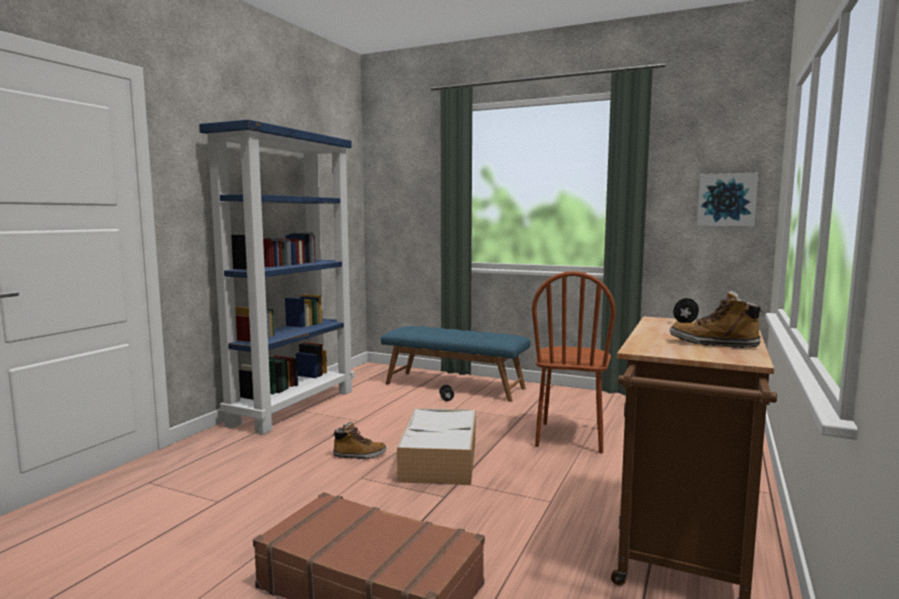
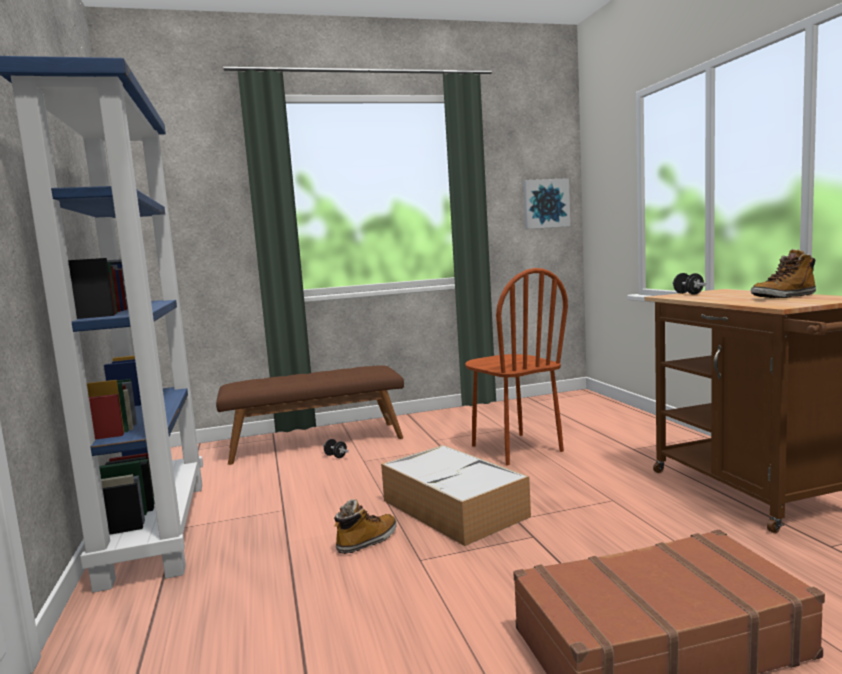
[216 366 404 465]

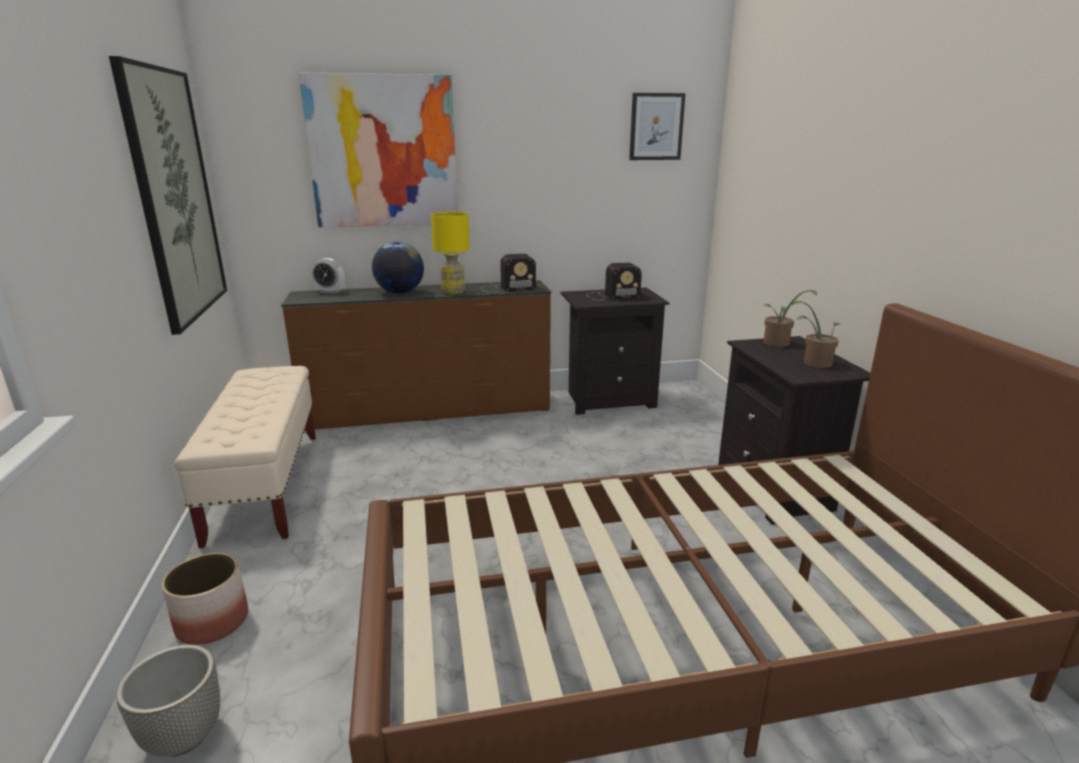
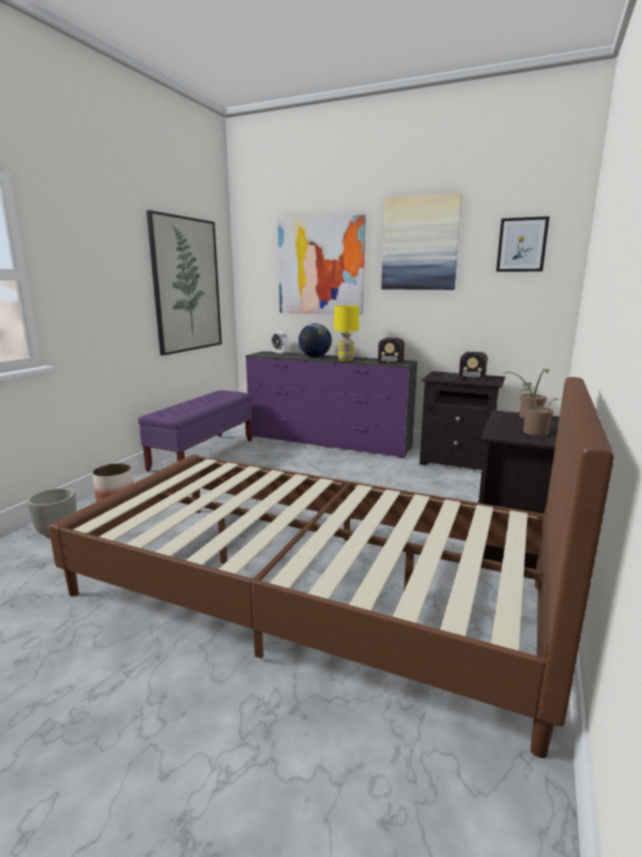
[381 193 462 290]
[138 390 252 471]
[245 351 418 458]

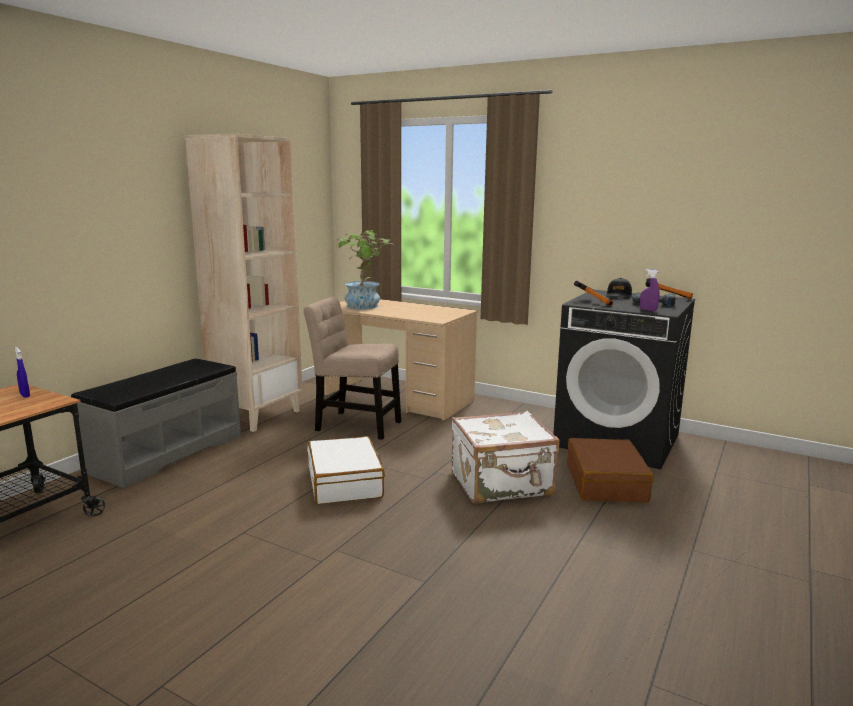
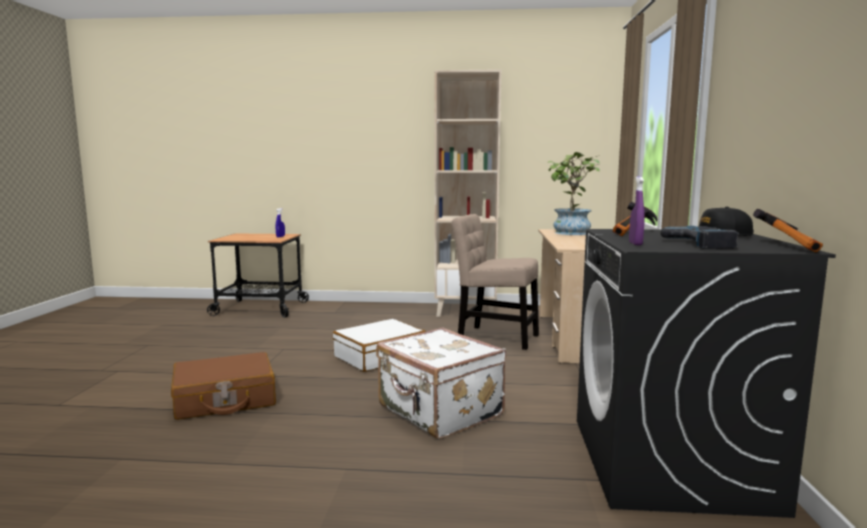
[71 358 241 488] (first image)
[171 352 276 420]
[451 214 539 350]

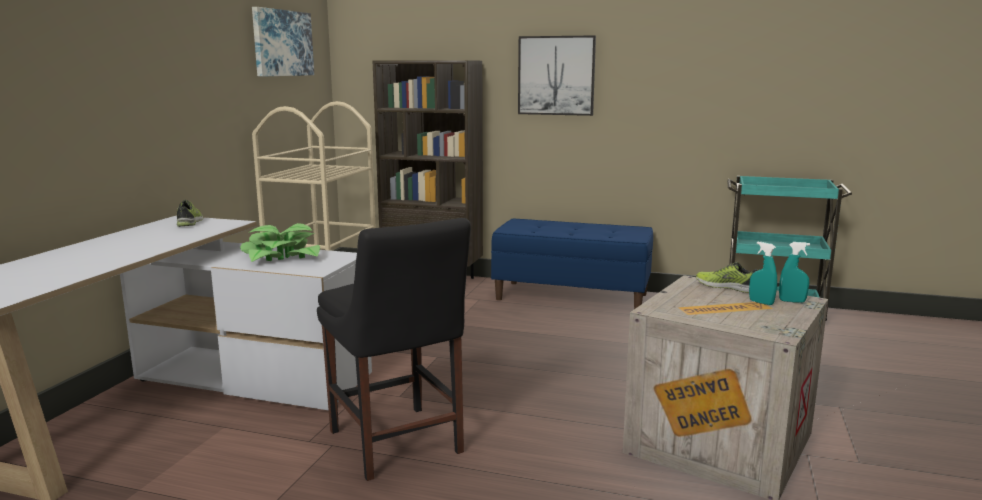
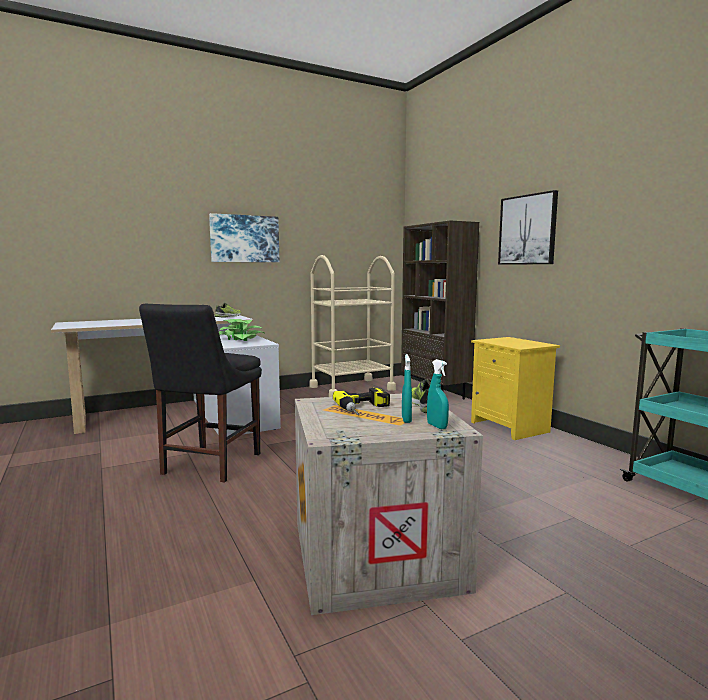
[333 388 390 416]
[209 213 279 262]
[471 337 560 440]

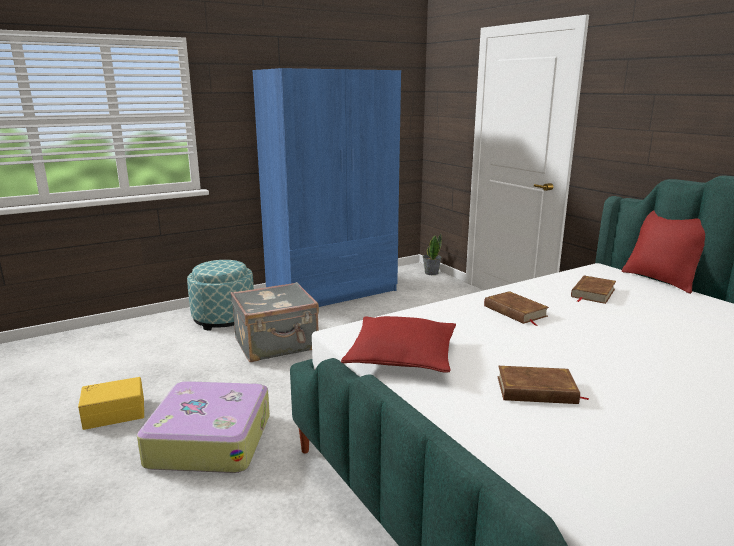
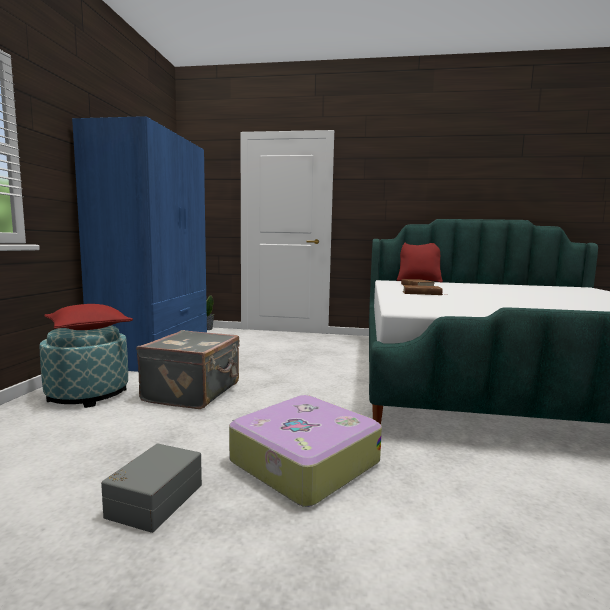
[497 366 589 404] (first image)
[44 304 133 330]
[101 444 202 533]

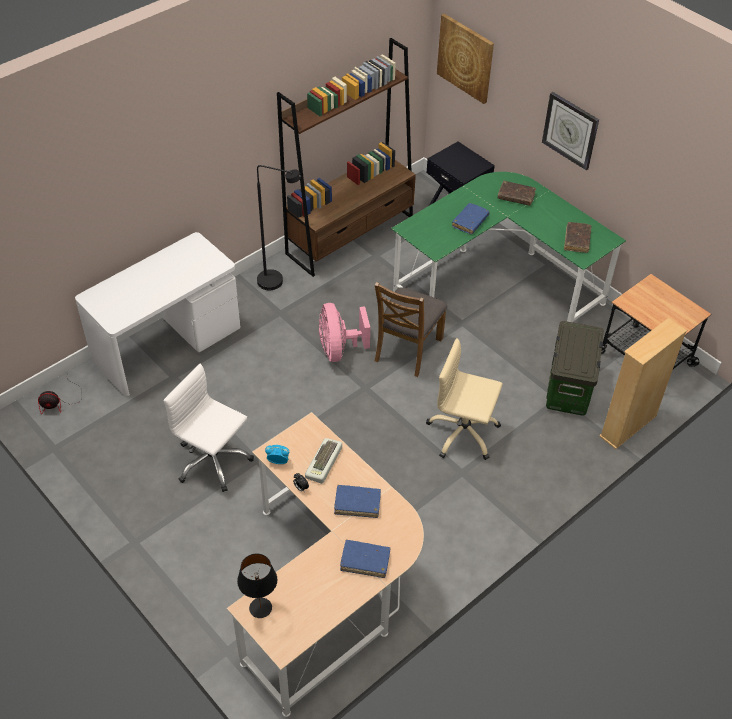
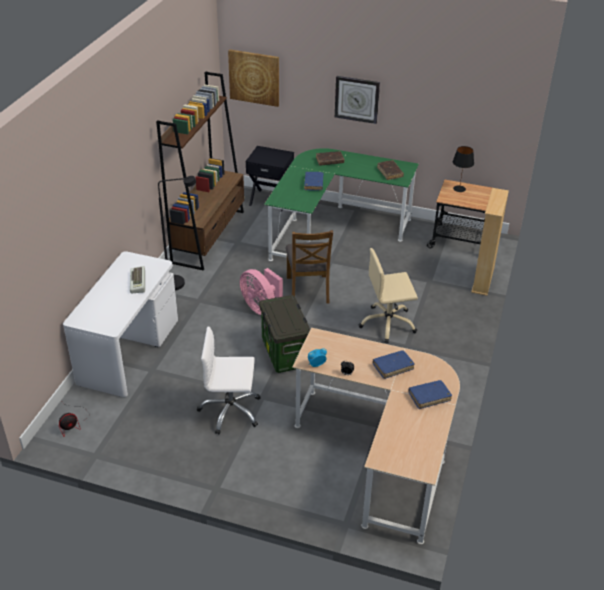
[453 146 474 192]
[130 266 145 293]
[259 295 310 373]

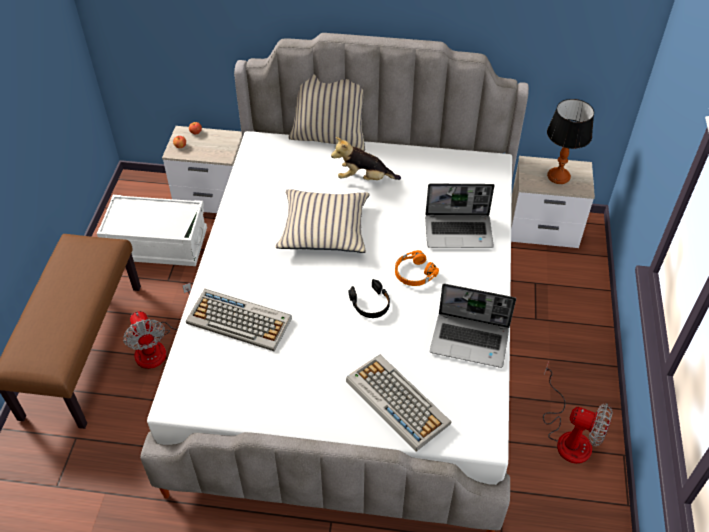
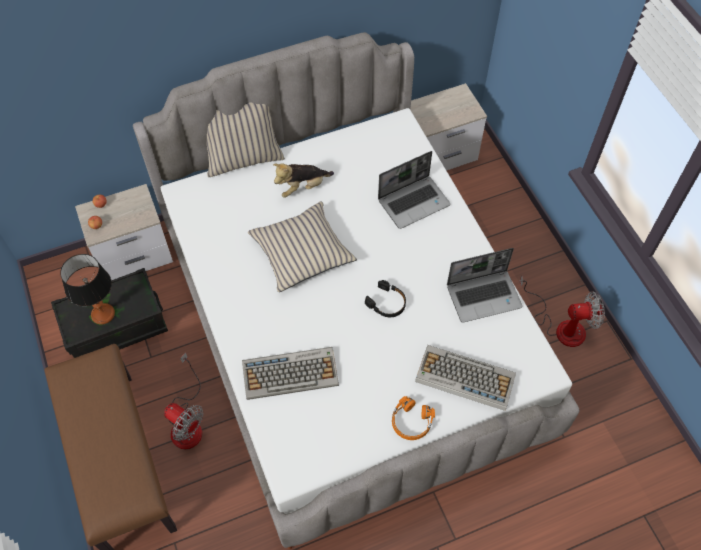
[392 396 435 440]
[60 254 115 325]
[51 268 168 358]

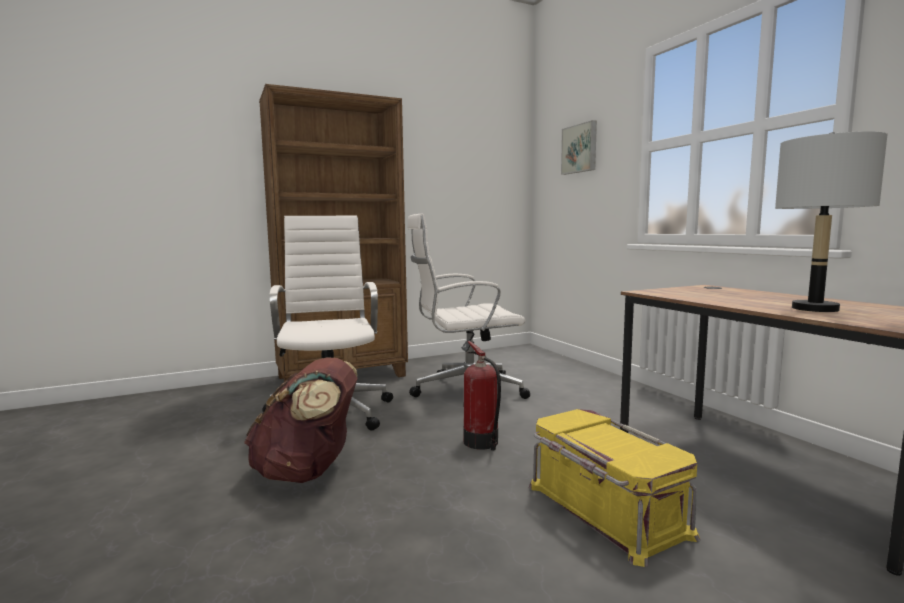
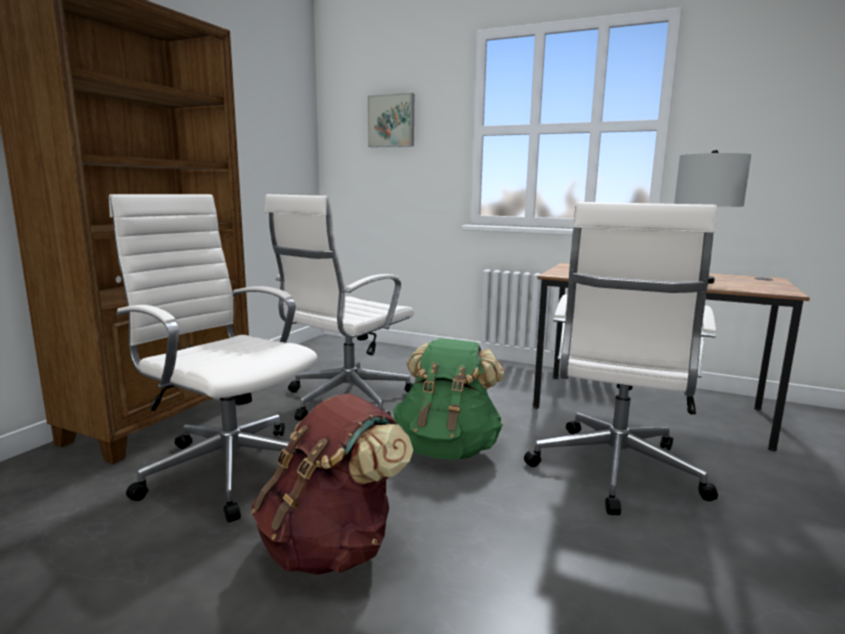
[393 338 504 460]
[524 202 718 515]

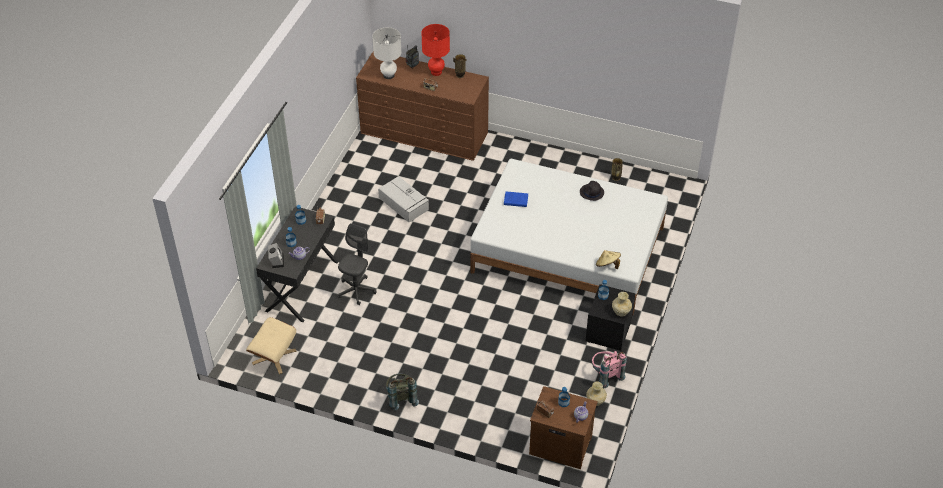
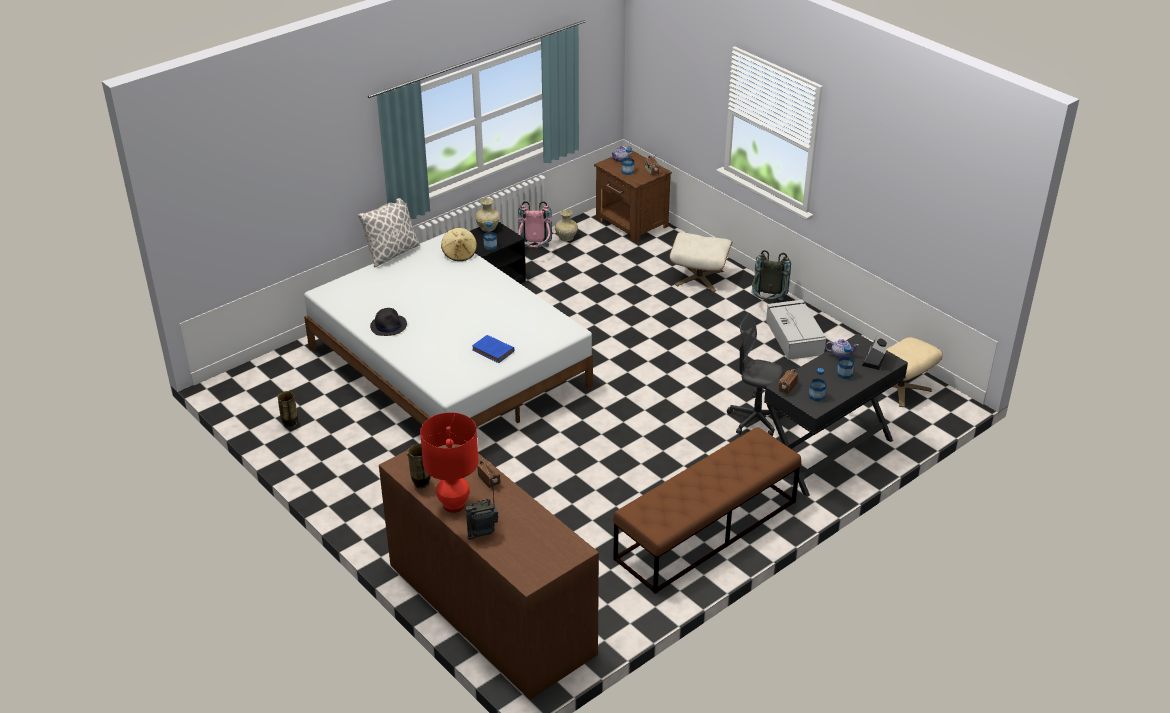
[372 27 402 79] (first image)
[358 198 420 267]
[613 427 801 594]
[669 232 732 292]
[766 299 826 360]
[727 313 784 436]

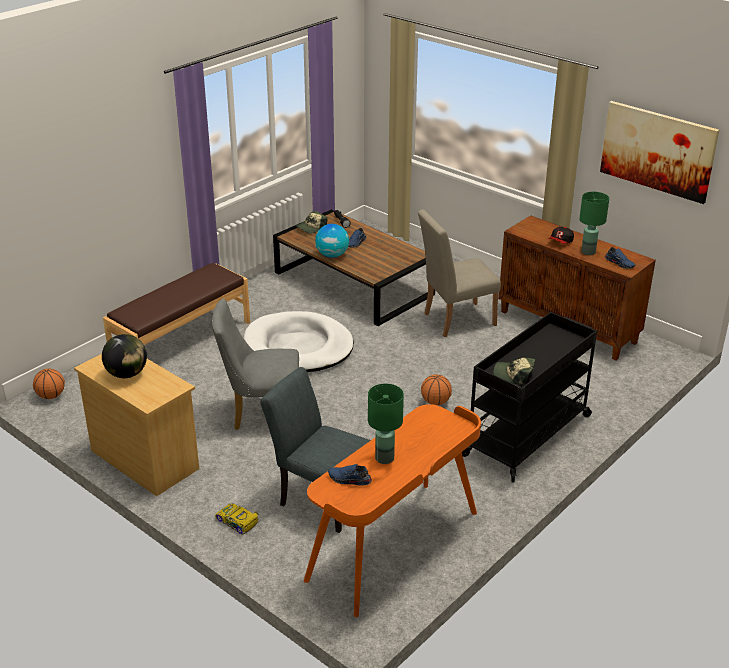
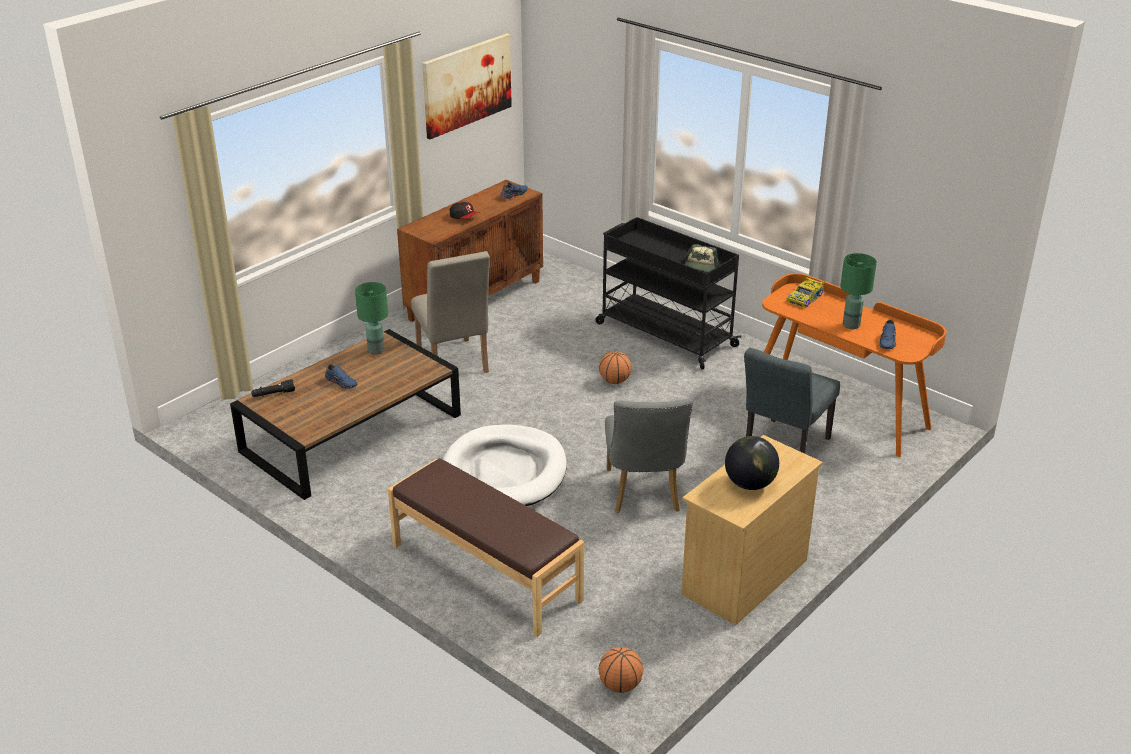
[296 211 327 234] (first image)
[315 224 349 258] (first image)
[787 276 825 308]
[355 282 388 355]

